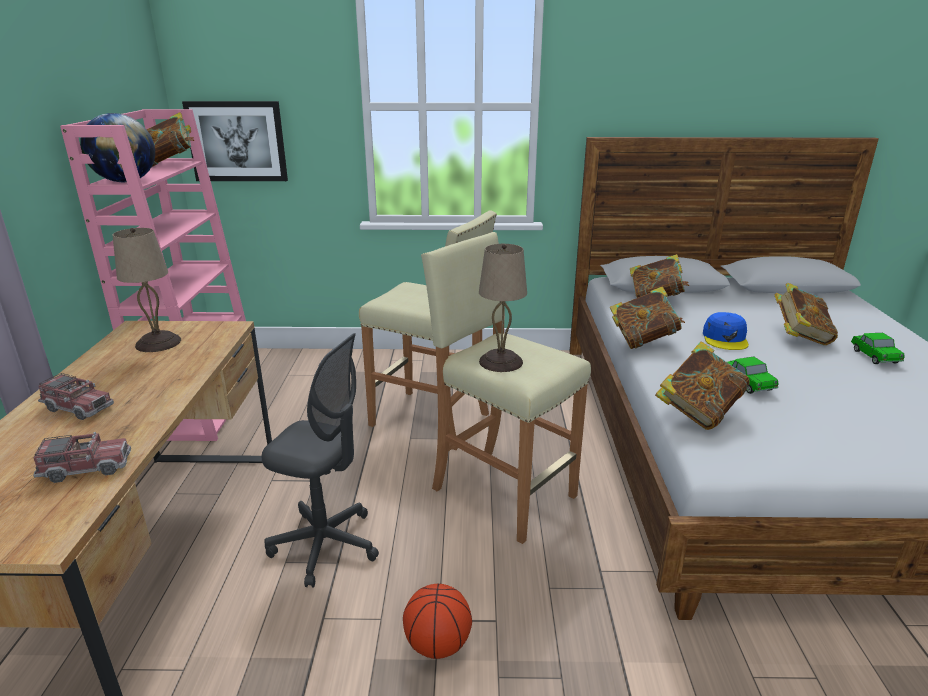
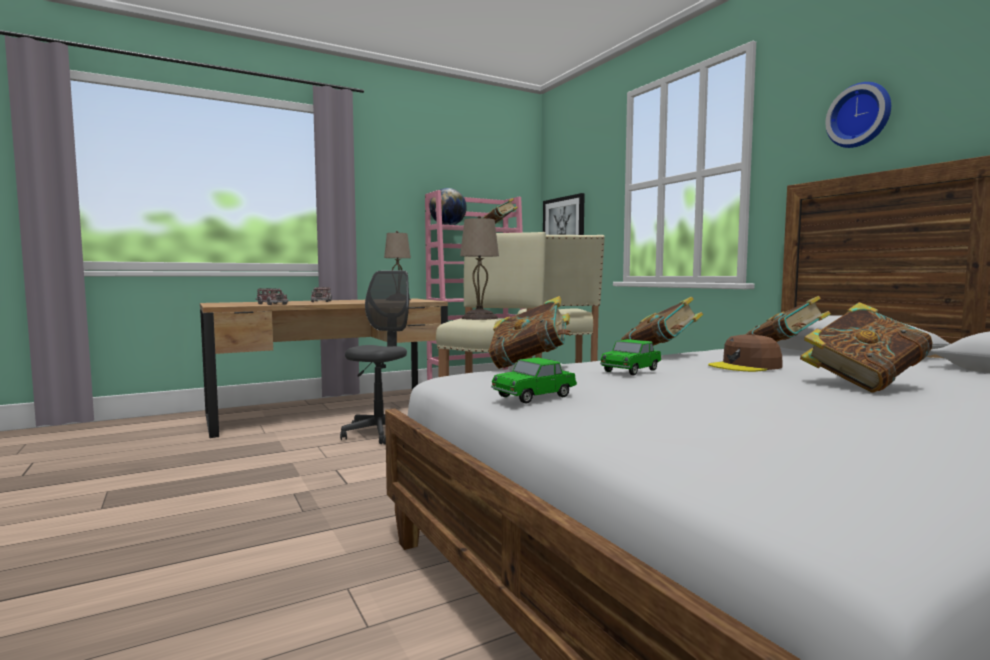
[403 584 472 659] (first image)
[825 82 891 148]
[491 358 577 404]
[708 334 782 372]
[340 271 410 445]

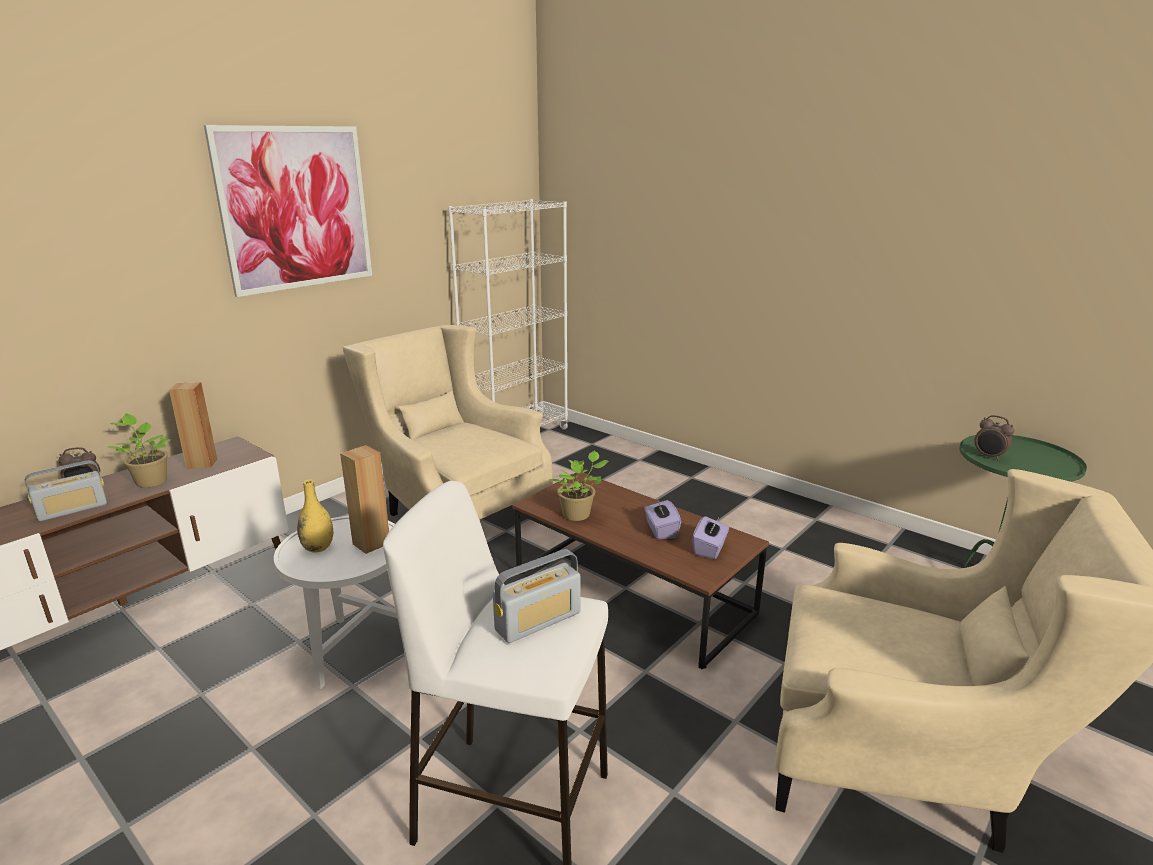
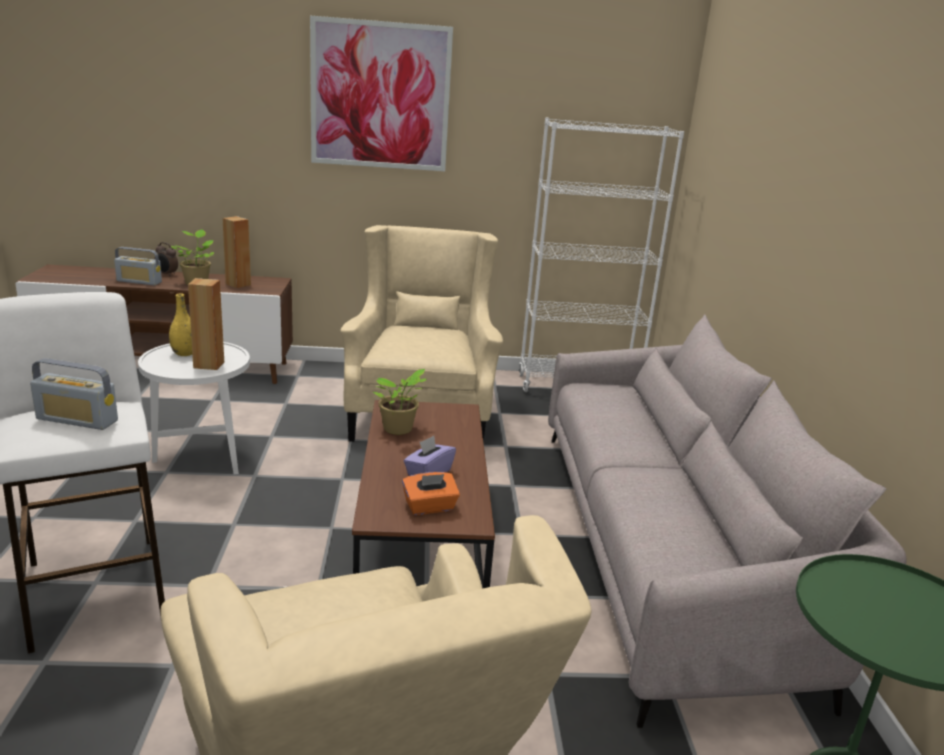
[974 415 1014 461] (first image)
[548 314 907 728]
[402 472 460 515]

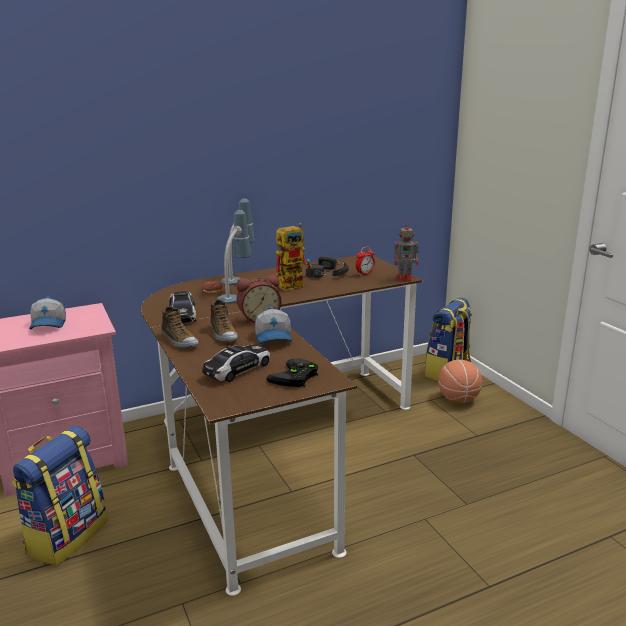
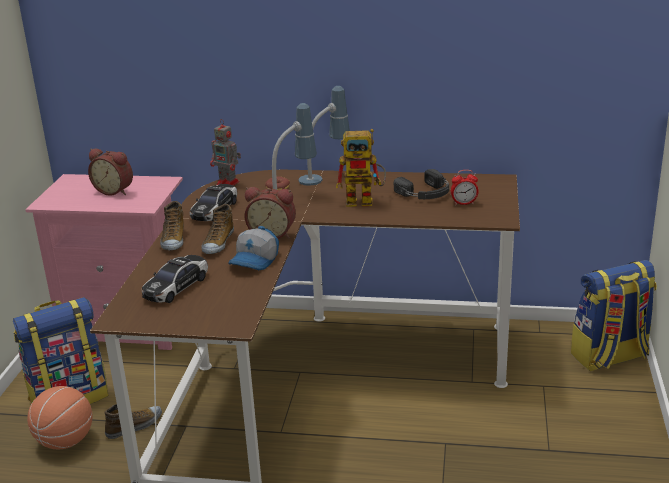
[267 358 319 387] (first image)
[105 404 162 439]
[210 120 241 186]
[27 386 93 450]
[88 149 133 196]
[142 255 208 303]

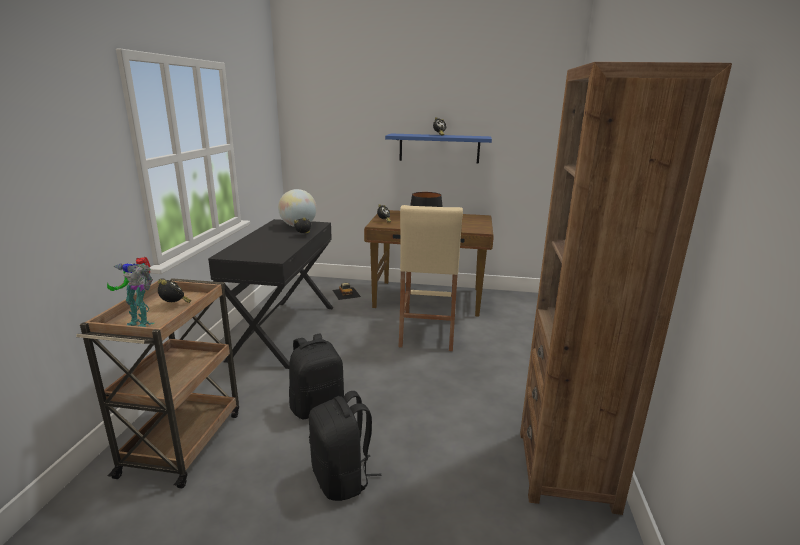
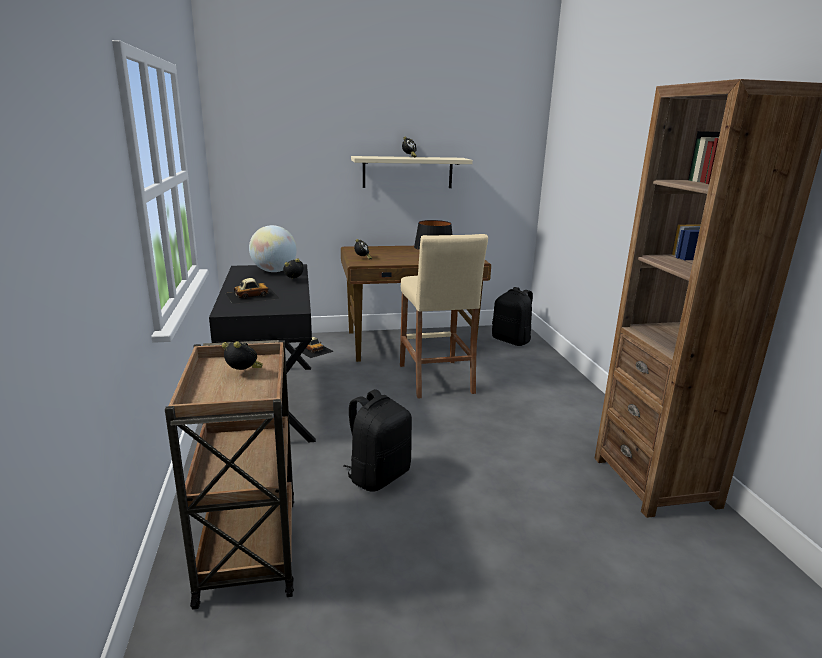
[107 257 154 327] (first image)
[226 278 280 304]
[492 287 533 346]
[351 156 473 188]

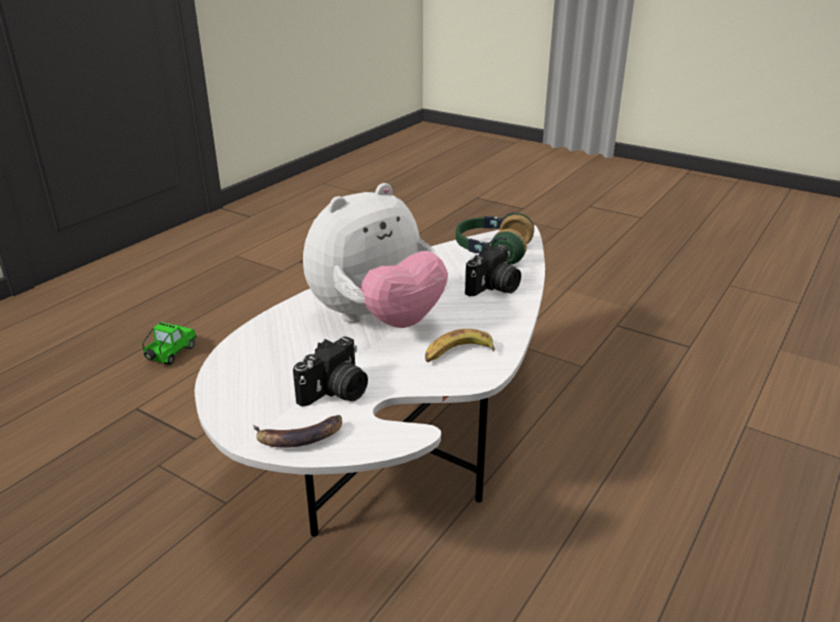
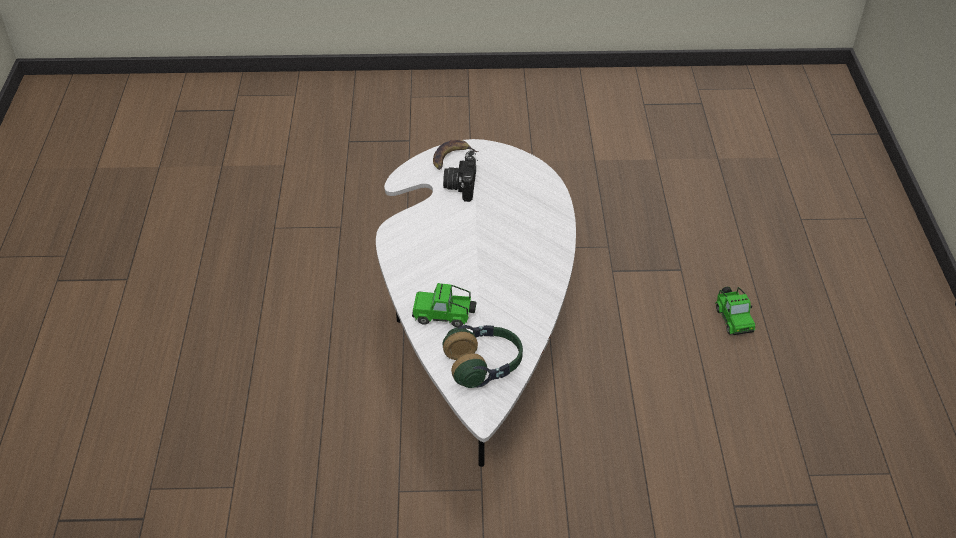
[303 183 448 328] (first image)
[425 329 495 362] (first image)
[412 283 476 327]

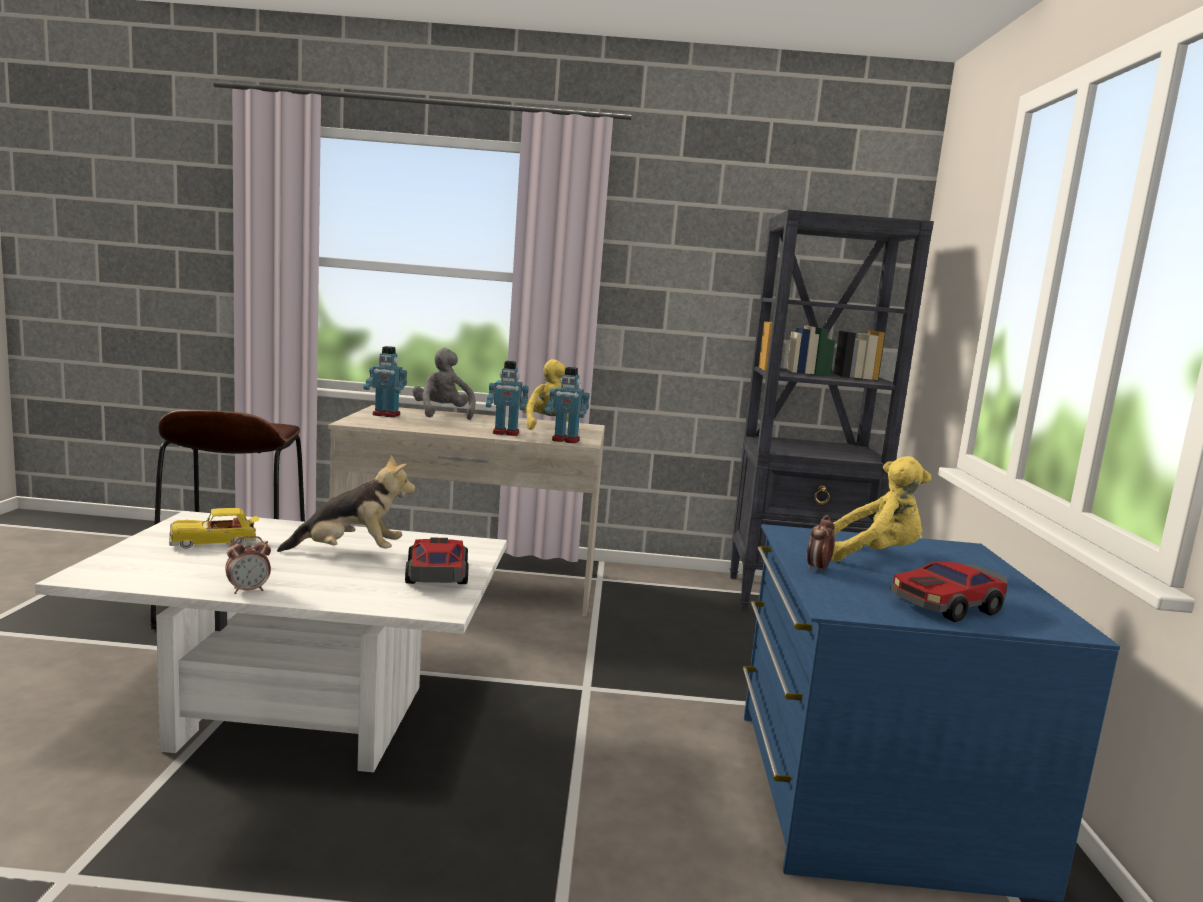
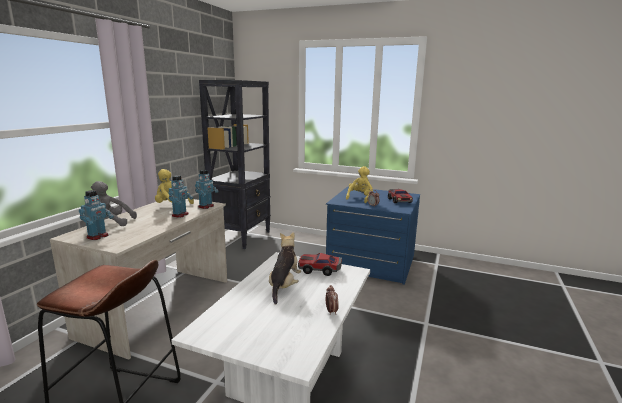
[169 508 259 549] (first image)

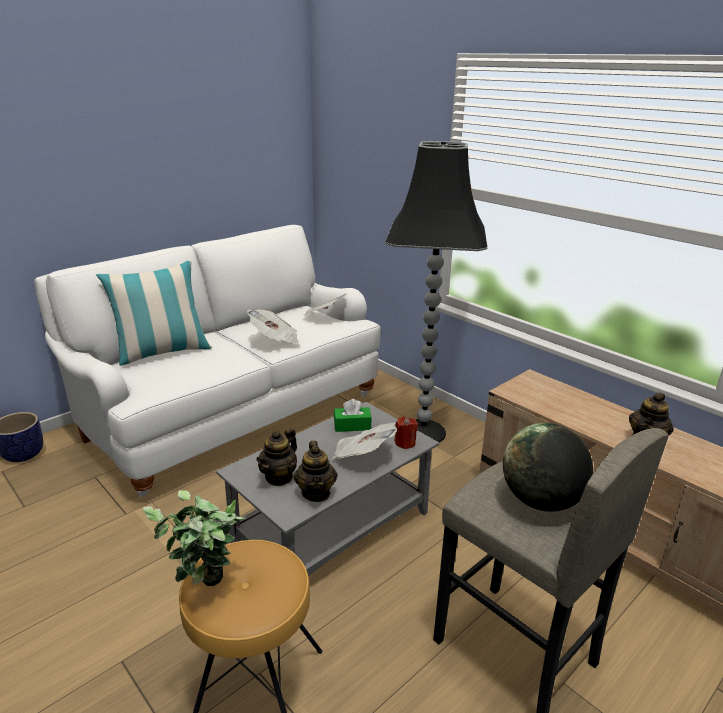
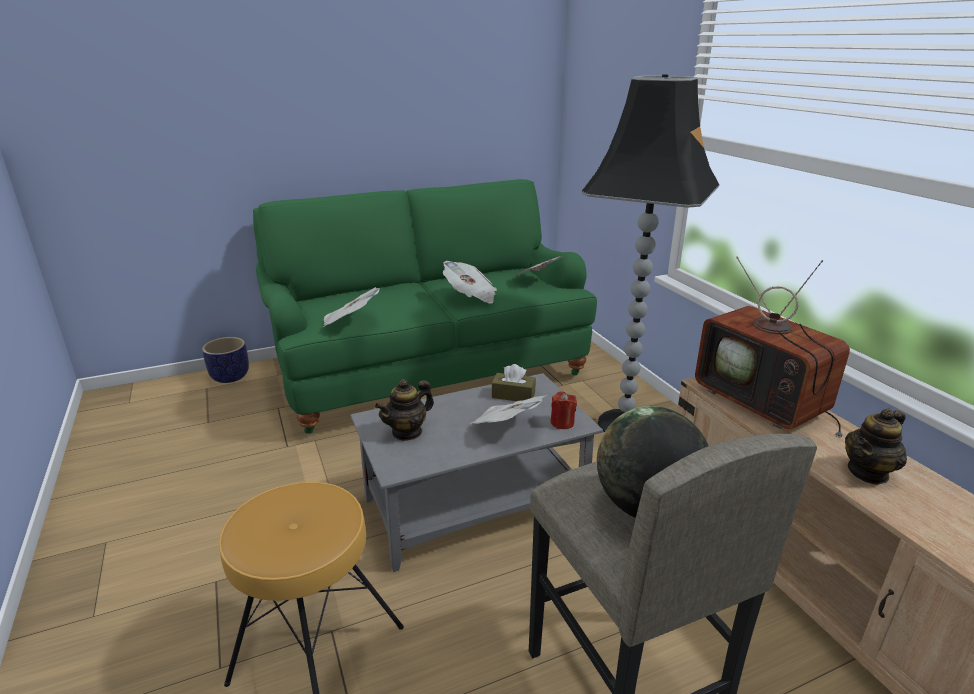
[96 260 212 366] (first image)
[142 490 245 586] (first image)
[294 441 337 502] (first image)
[323 287 380 327]
[695 256 850 438]
[253 179 597 434]
[492 364 536 401]

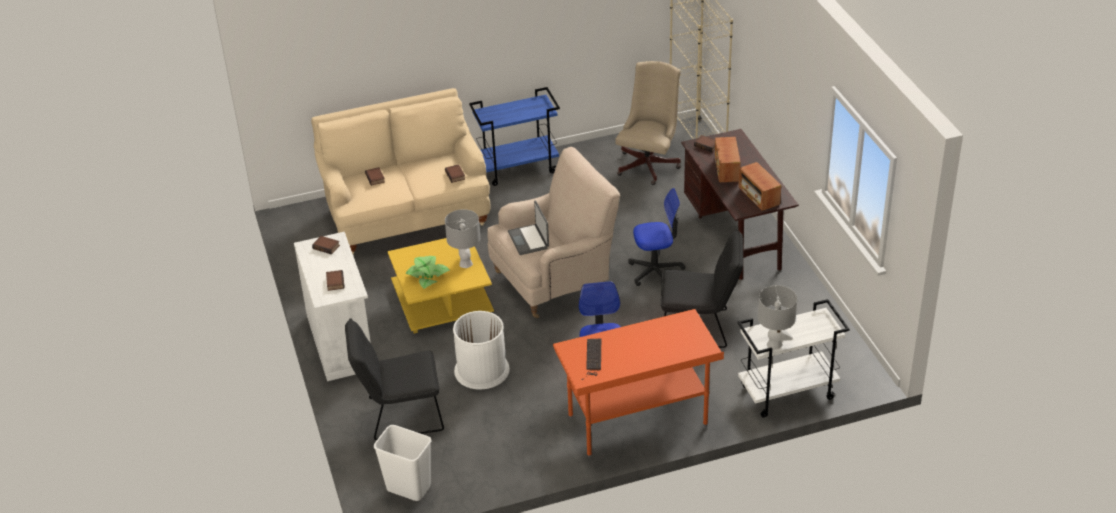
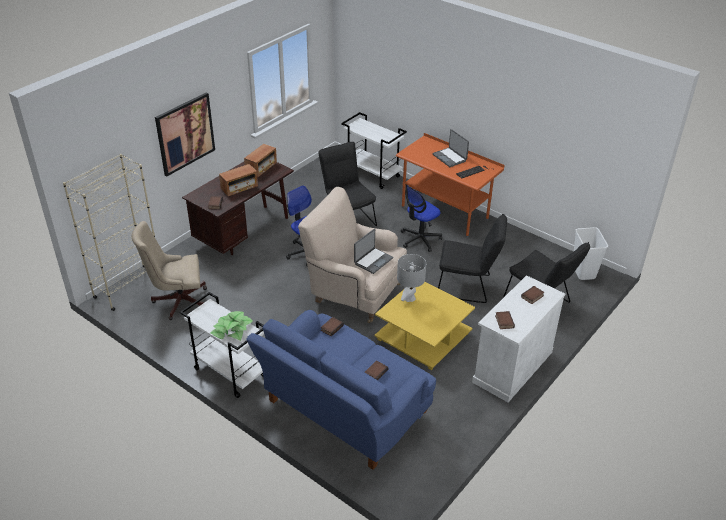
[758 285 797 350] (first image)
[155 92 215 176]
[432 129 469 167]
[211 311 253 341]
[438 214 507 303]
[246 310 436 470]
[180 292 264 398]

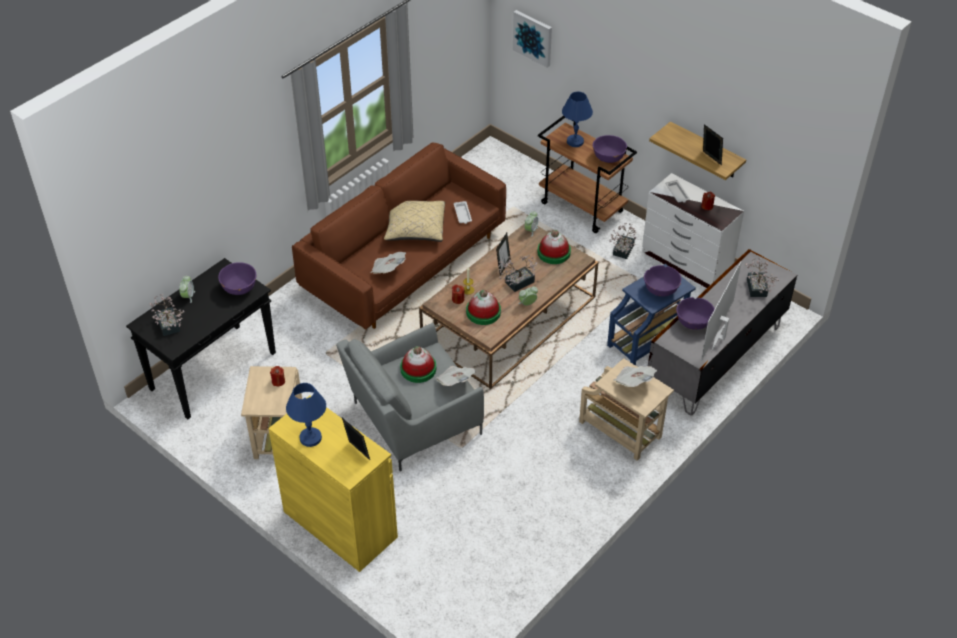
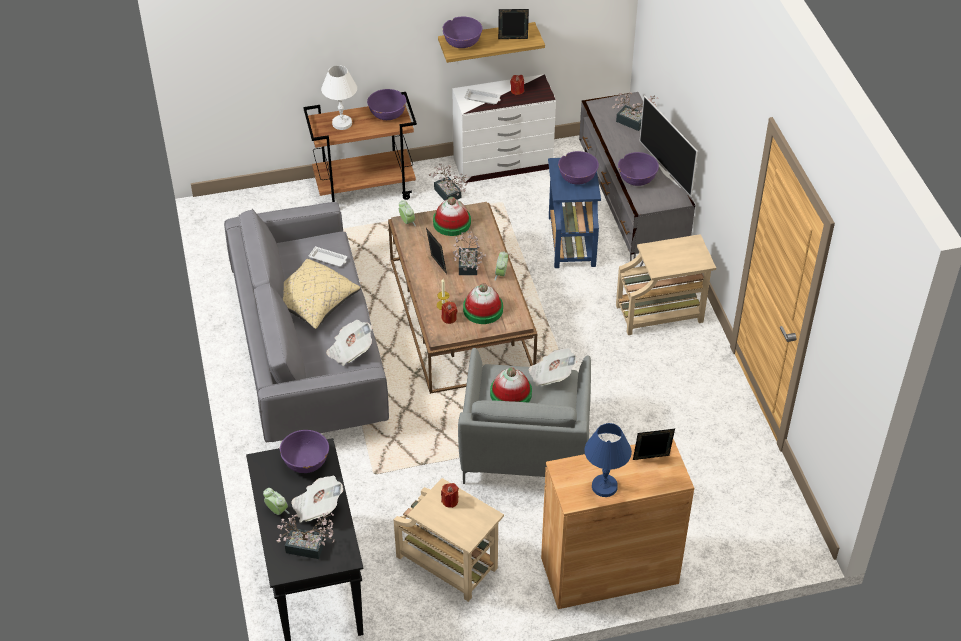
[513 10 552 68] (first image)
[442 17 482 48]
[291 476 343 523]
[541 439 694 609]
[224 202 389 442]
[321 65 357 130]

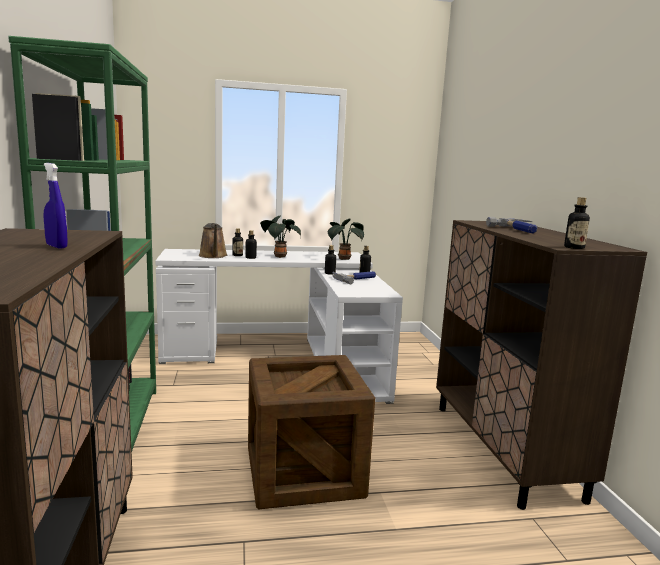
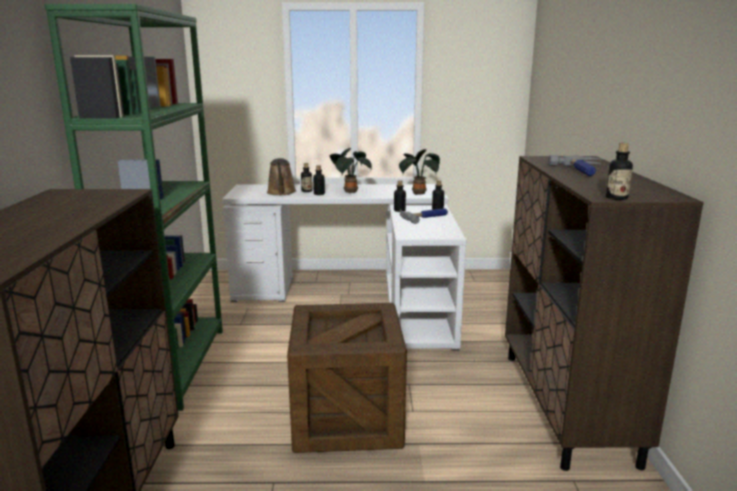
[44 163 67 249] (first image)

